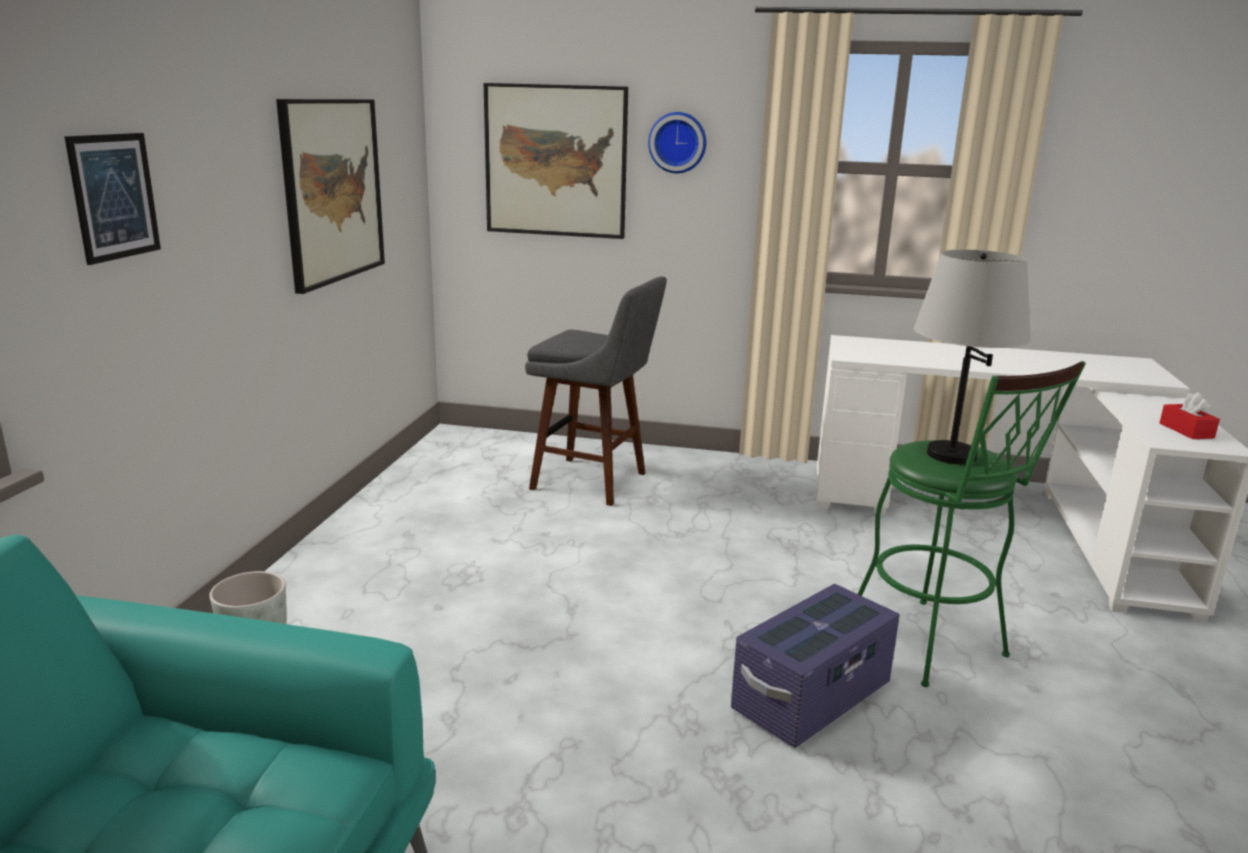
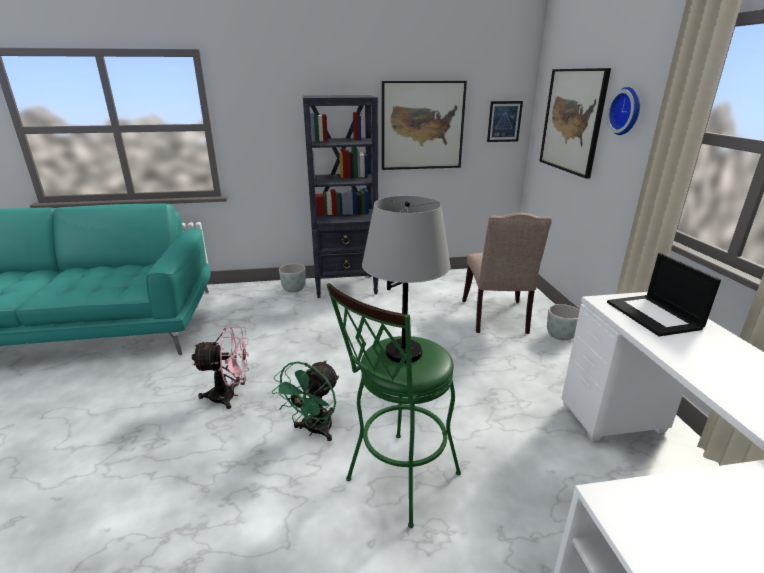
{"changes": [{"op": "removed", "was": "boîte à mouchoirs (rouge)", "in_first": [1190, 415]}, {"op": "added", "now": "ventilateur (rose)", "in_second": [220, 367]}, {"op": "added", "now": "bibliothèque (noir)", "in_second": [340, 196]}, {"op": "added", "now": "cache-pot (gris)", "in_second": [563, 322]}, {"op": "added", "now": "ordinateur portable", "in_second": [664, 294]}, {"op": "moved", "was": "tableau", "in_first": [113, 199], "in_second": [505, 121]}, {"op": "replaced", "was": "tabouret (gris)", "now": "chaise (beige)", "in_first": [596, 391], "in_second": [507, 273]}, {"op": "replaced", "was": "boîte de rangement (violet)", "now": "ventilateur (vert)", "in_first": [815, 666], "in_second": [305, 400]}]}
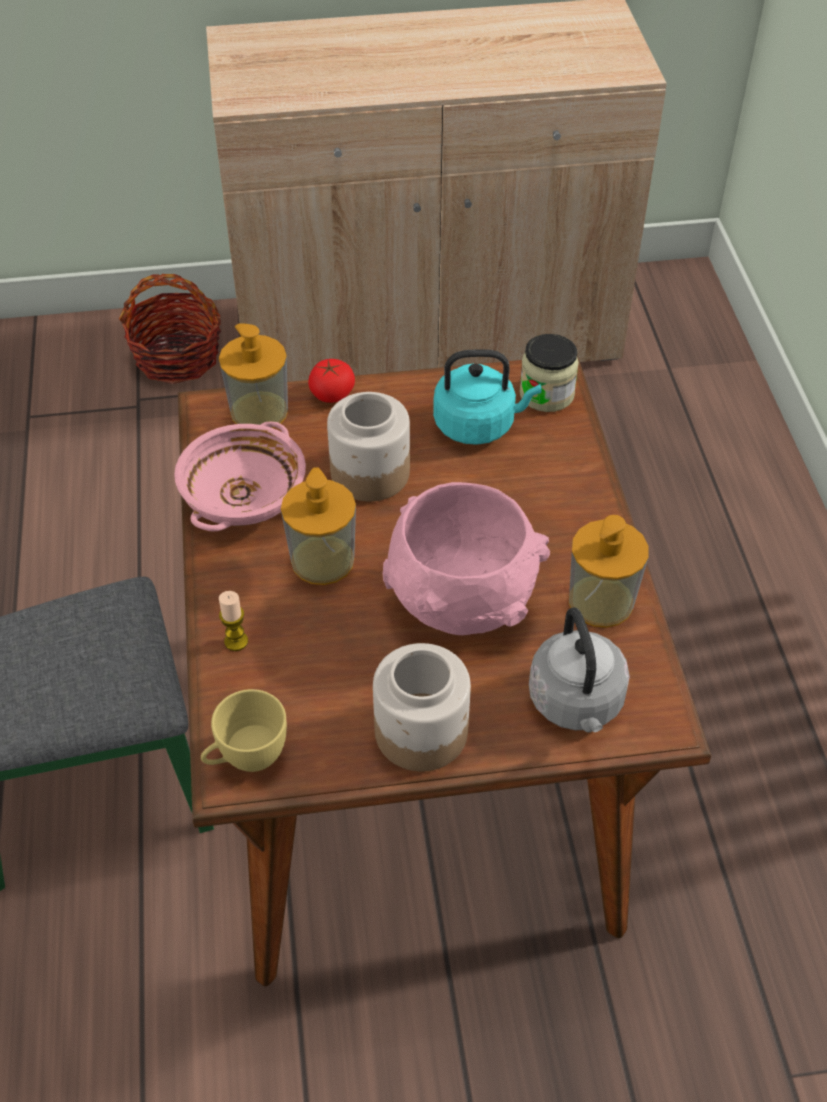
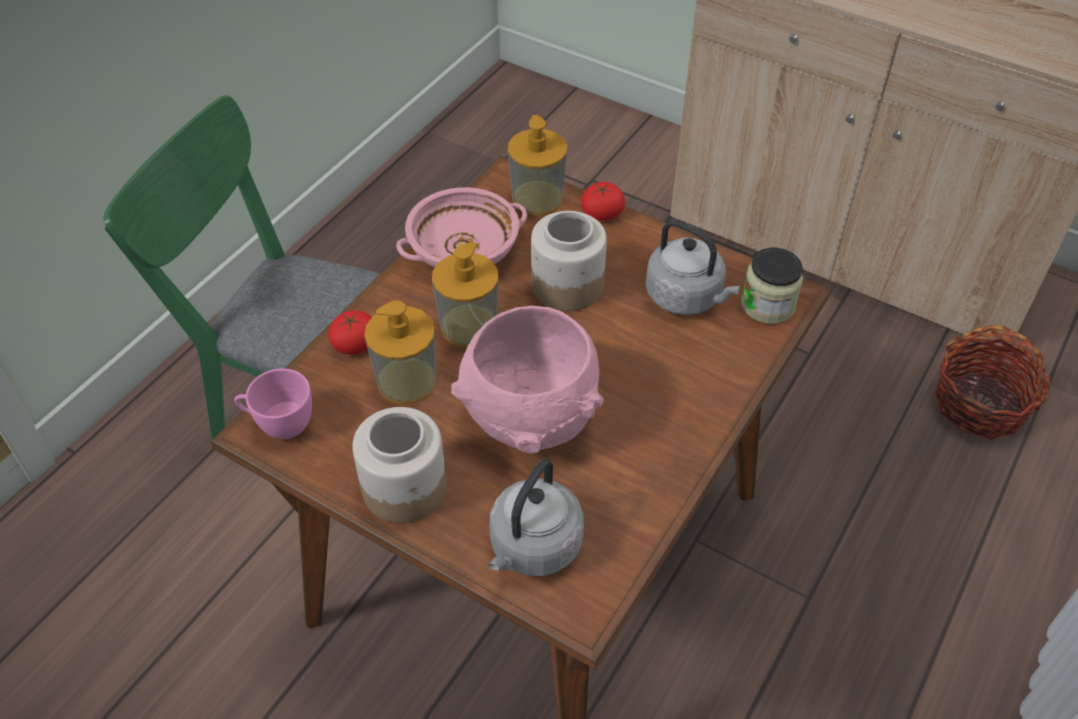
{"changes": [{"op": "moved", "was": "panier", "in_first": [170, 329], "in_second": [992, 382]}, {"op": "moved", "was": "distributeur de savon", "in_first": [609, 571], "in_second": [400, 352]}, {"op": "replaced", "was": "bougie", "now": "tomate", "in_first": [233, 621], "in_second": [350, 332]}, {"op": "recoloured", "was": "tasse (jaune)", "now": "tasse (rose)", "in_first": [244, 730], "in_second": [273, 403]}, {"op": "recoloured", "was": "bouilloire (turquoise)", "now": "bouilloire (gris)", "in_first": [487, 397], "in_second": [693, 267]}]}
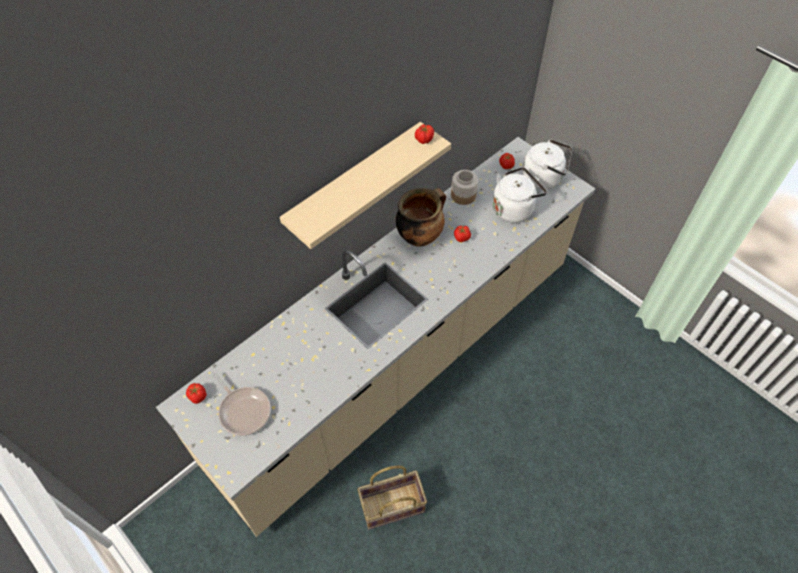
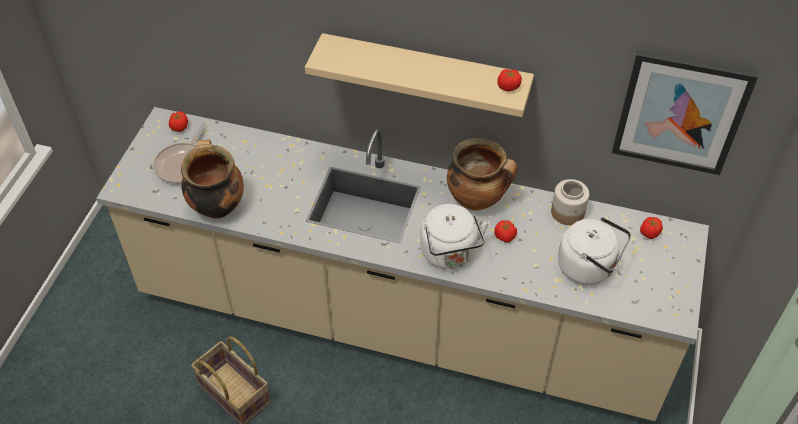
{"changes": [{"op": "added", "now": "marmite", "in_second": [212, 179]}, {"op": "added", "now": "tableau", "in_second": [685, 113]}, {"op": "moved", "was": "bouilloire (blanc)", "in_first": [547, 164], "in_second": [454, 236]}]}
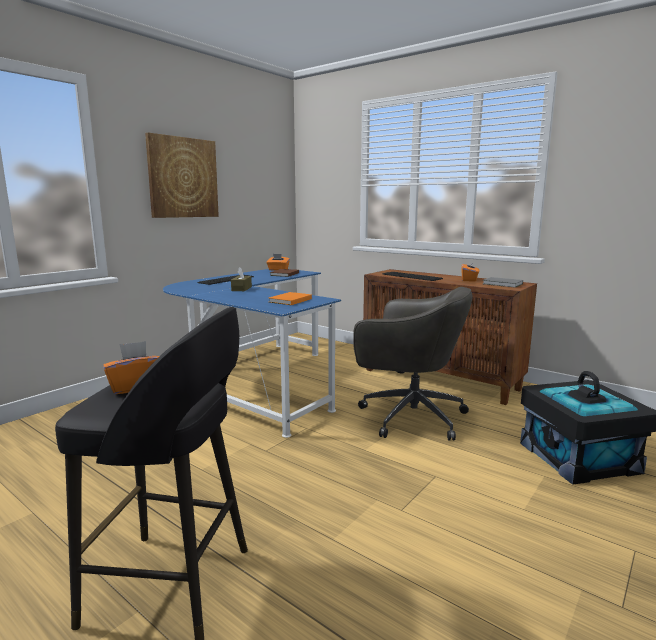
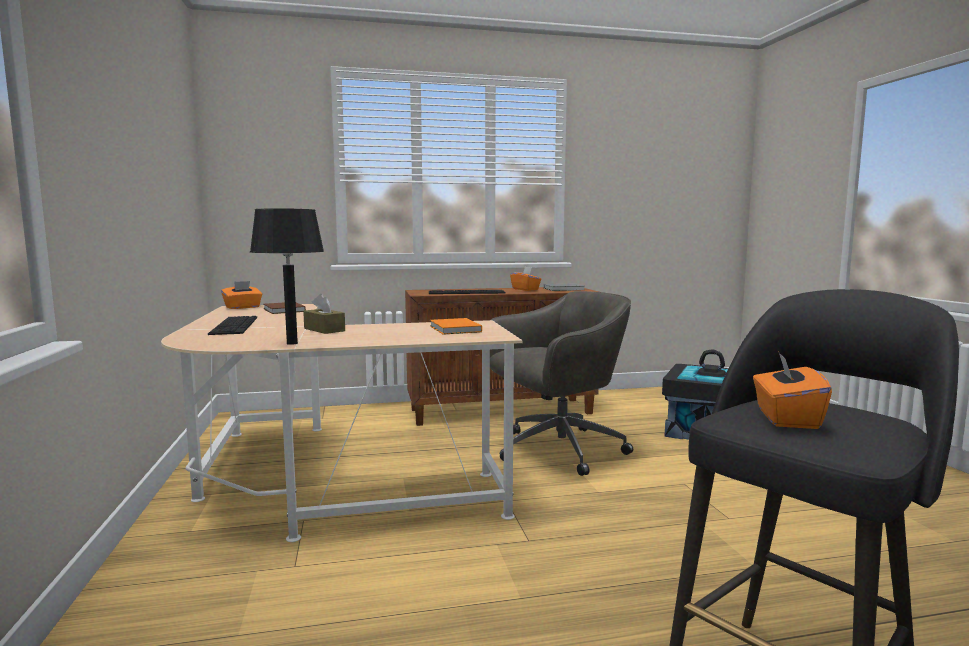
{"changes": [{"op": "removed", "was": "tableau", "in_first": [182, 175]}, {"op": "added", "now": "lampe de table (noir)", "in_second": [287, 276]}, {"op": "recoloured", "was": "bureau (bleu)", "now": "bureau (beige)", "in_first": [252, 353], "in_second": [342, 423]}]}
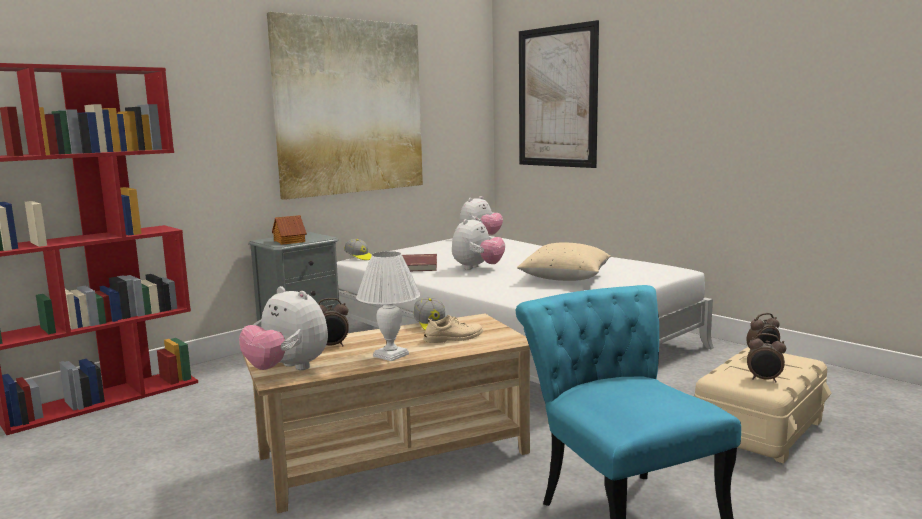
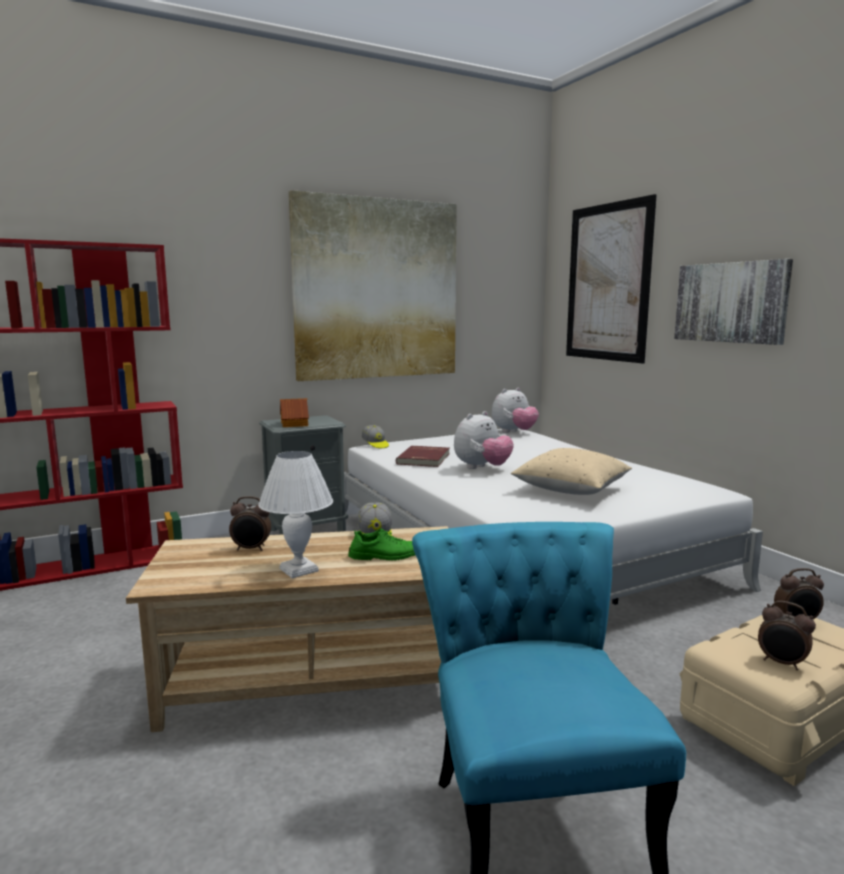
{"changes": [{"op": "removed", "was": "peluche", "in_first": [283, 328]}, {"op": "added", "now": "tableau", "in_second": [733, 302]}, {"op": "recoloured", "was": "chaussure (beige)", "now": "chaussure (vert)", "in_first": [453, 329], "in_second": [381, 544]}]}
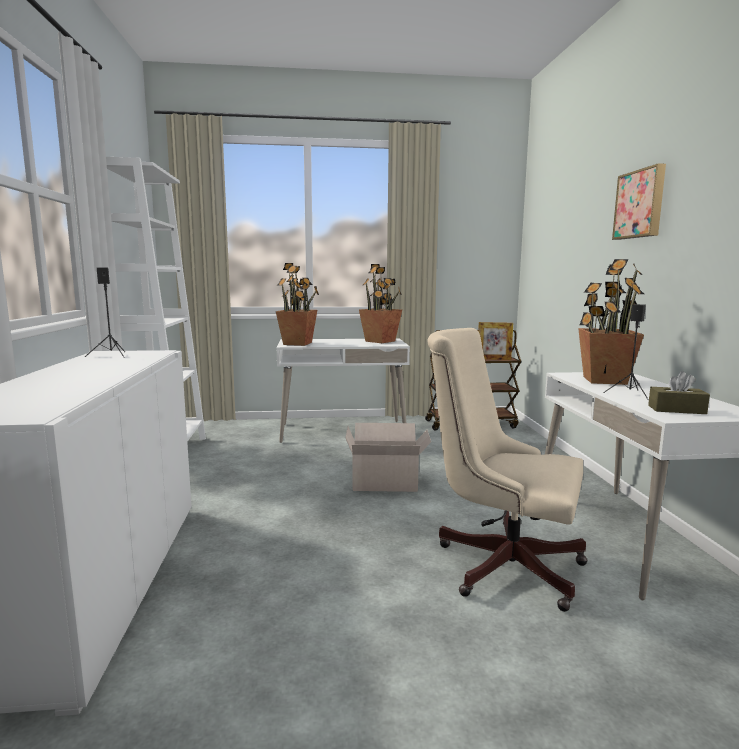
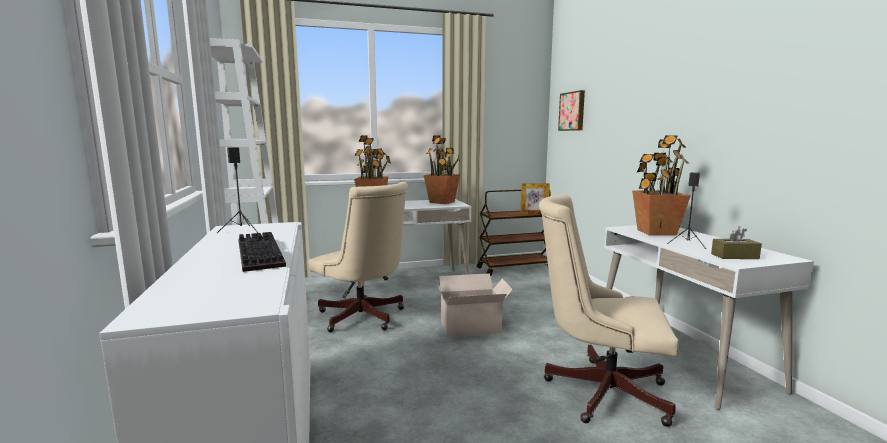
{"changes": [{"op": "added", "now": "clavier", "in_second": [262, 252]}, {"op": "added", "now": "chaise de bureau (beige)", "in_second": [358, 257]}, {"op": "moved", "was": "tableau", "in_first": [639, 201], "in_second": [571, 110]}]}
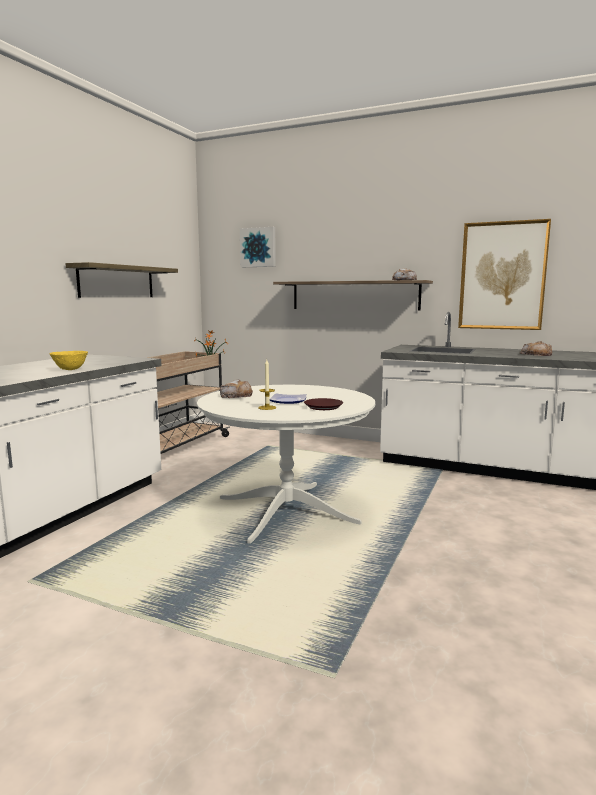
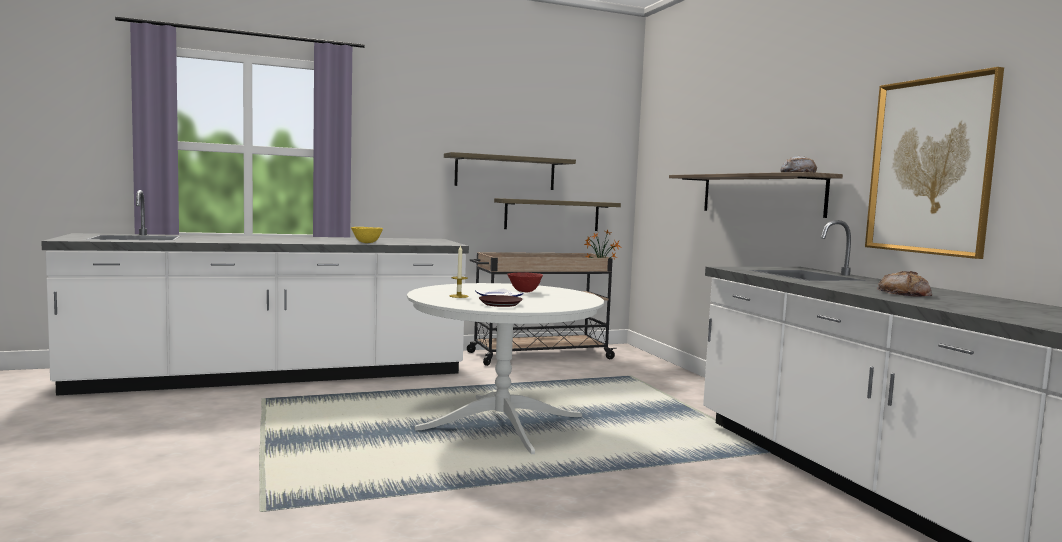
{"changes": [{"op": "removed", "was": "pain", "in_first": [236, 388]}, {"op": "removed", "was": "tableau", "in_first": [258, 247]}, {"op": "added", "now": "étagère", "in_second": [557, 214]}, {"op": "added", "now": "bol (rouge)", "in_second": [525, 282]}]}
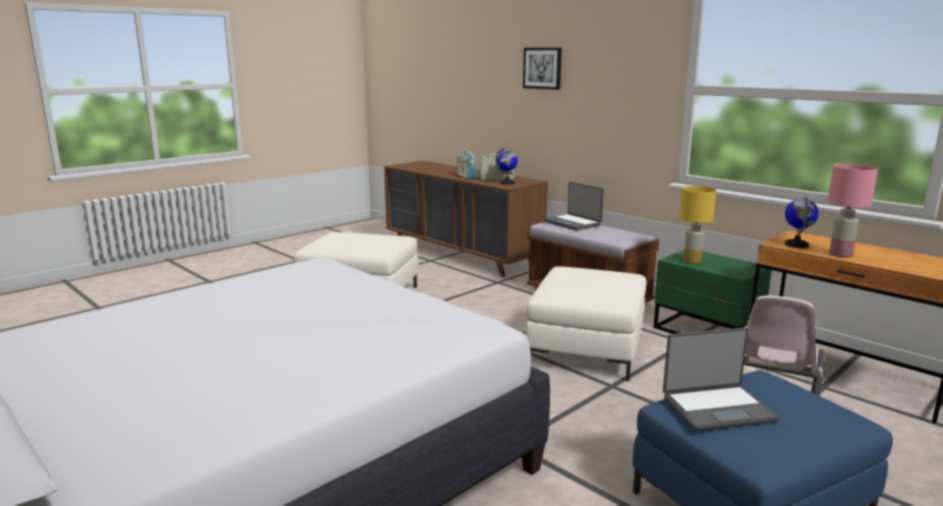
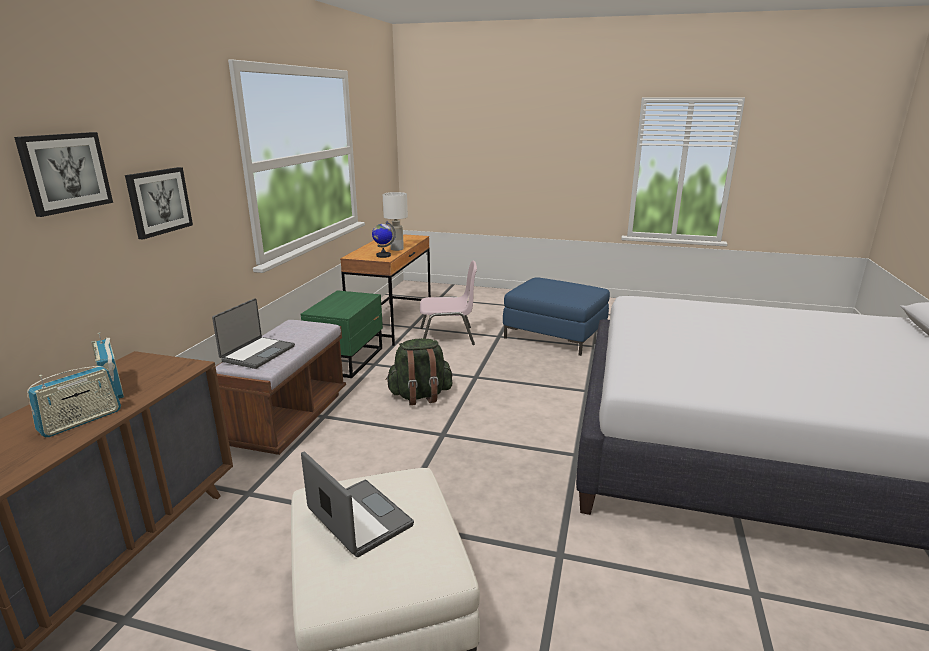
{"changes": [{"op": "removed", "was": "globe", "in_first": [507, 165]}, {"op": "removed", "was": "lampe de table (jaune)", "in_first": [698, 225]}, {"op": "added", "now": "tableau", "in_second": [159, 203]}, {"op": "moved", "was": "ordinateur portable", "in_first": [721, 379], "in_second": [357, 504]}, {"op": "replaced", "was": "pouf (blanc)", "now": "sac à dos (vert)", "in_first": [586, 323], "in_second": [419, 371]}, {"op": "recoloured", "was": "lampe de table (rose)", "now": "lampe de table (blanc)", "in_first": [853, 210], "in_second": [395, 221]}]}
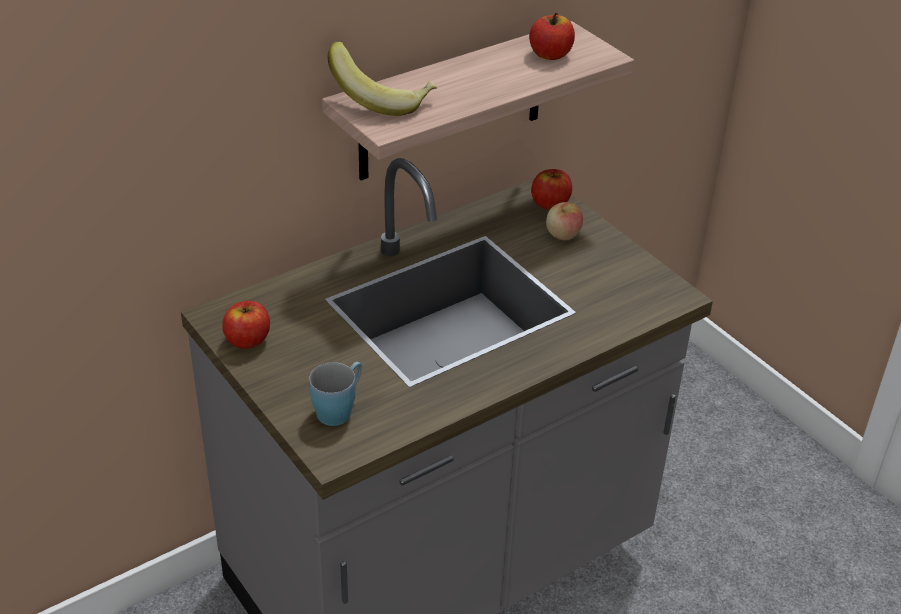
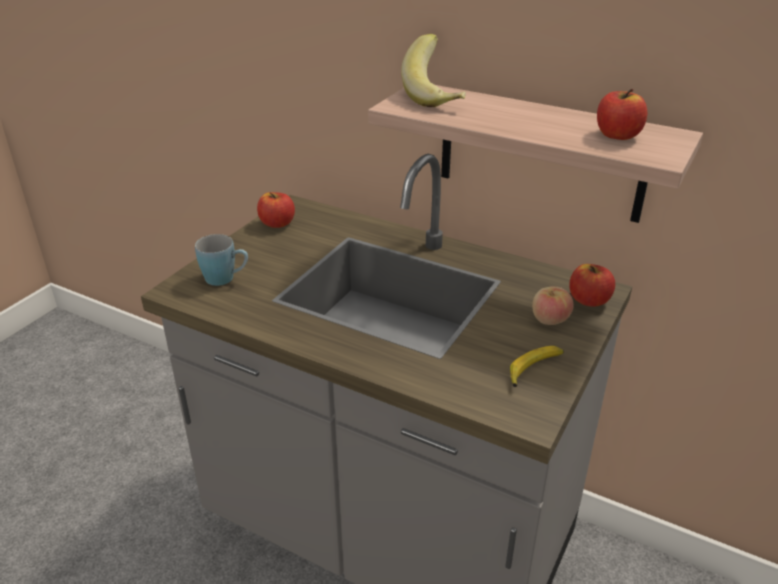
{"changes": [{"op": "added", "now": "banane", "in_second": [537, 366]}]}
